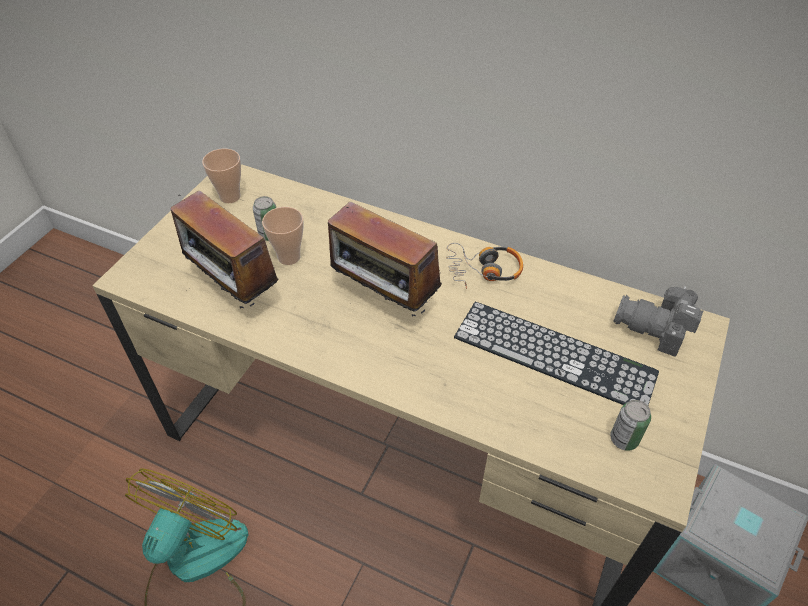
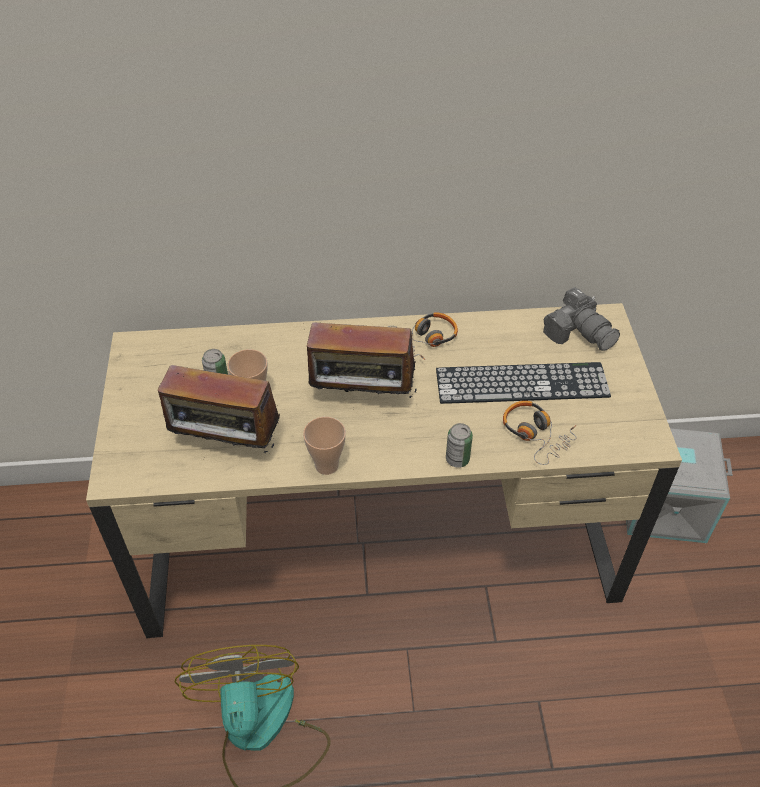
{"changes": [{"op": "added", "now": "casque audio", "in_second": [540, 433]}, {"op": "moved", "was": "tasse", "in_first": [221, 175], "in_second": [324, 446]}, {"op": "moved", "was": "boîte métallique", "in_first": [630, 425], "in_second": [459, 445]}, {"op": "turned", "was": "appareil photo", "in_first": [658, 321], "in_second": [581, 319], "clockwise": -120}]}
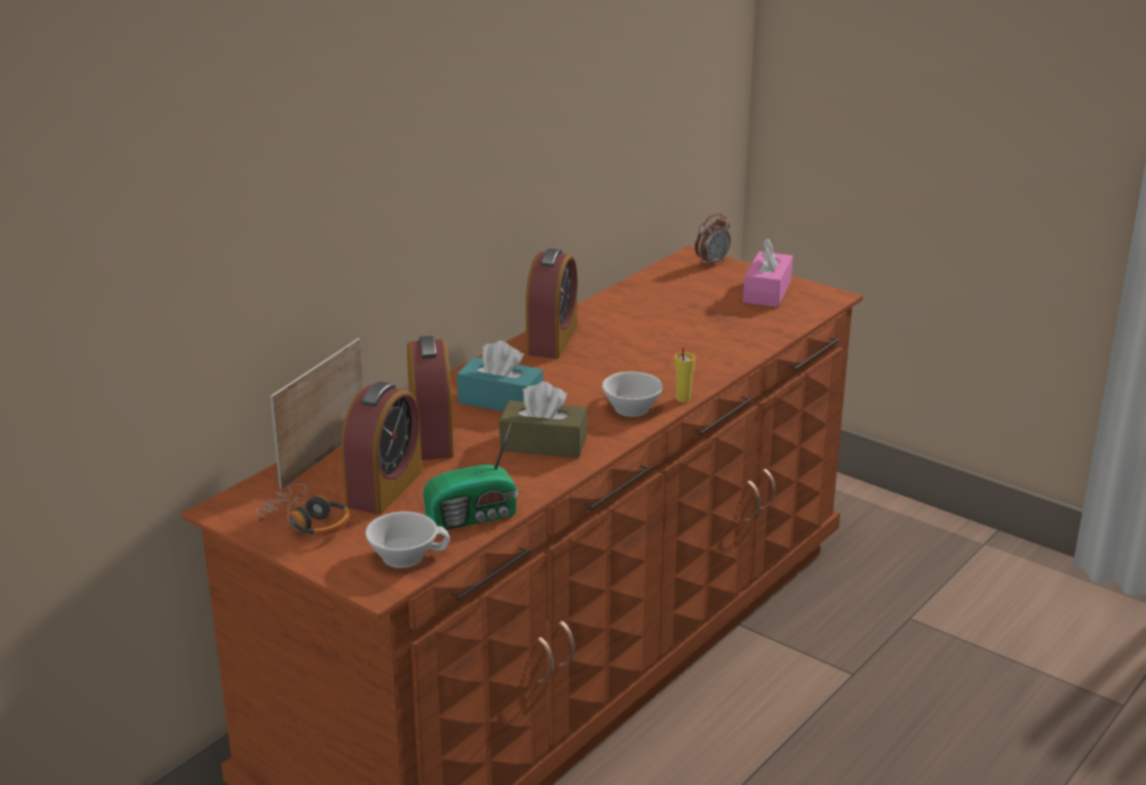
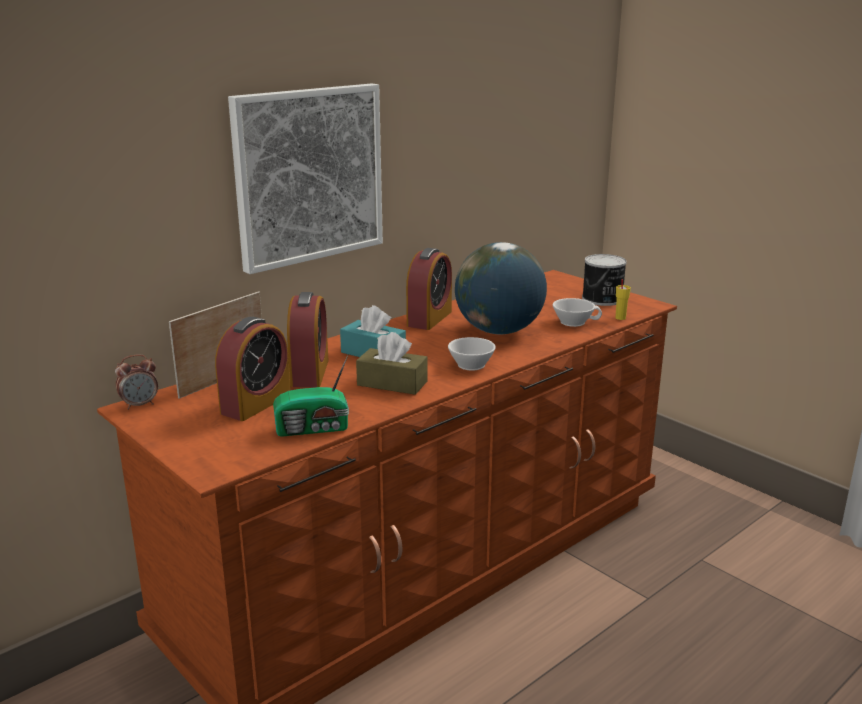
{"changes": [{"op": "removed", "was": "casque audio", "in_first": [303, 510]}, {"op": "added", "now": "tableau", "in_second": [305, 178]}, {"op": "added", "now": "globe", "in_second": [501, 288]}, {"op": "moved", "was": "tasse (blanc)", "in_first": [407, 540], "in_second": [577, 312]}, {"op": "moved", "was": "tasse (jaune)", "in_first": [685, 375], "in_second": [623, 299]}, {"op": "moved", "was": "réveil", "in_first": [713, 240], "in_second": [136, 382]}, {"op": "replaced", "was": "boîte à mouchoirs (rose)", "now": "boîte métallique", "in_first": [768, 272], "in_second": [604, 280]}]}
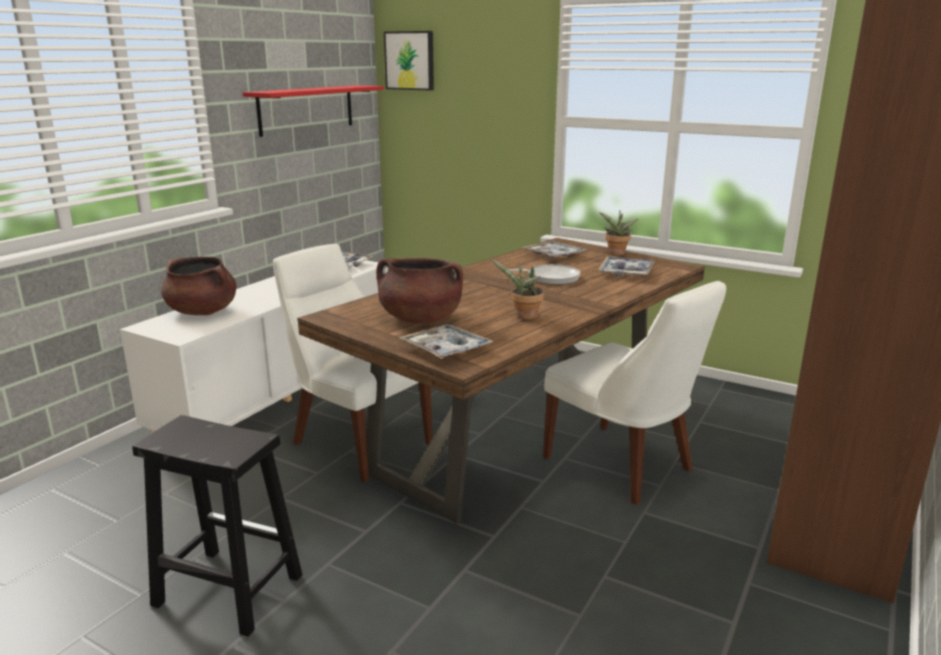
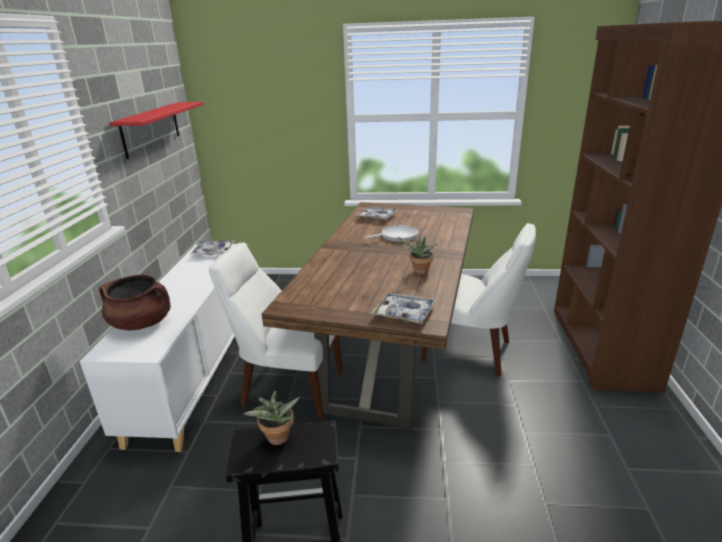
{"changes": [{"op": "removed", "was": "marmite (marron)", "in_first": [419, 291]}, {"op": "removed", "was": "tableau", "in_first": [409, 60]}, {"op": "removed", "was": "plateau", "in_first": [626, 266]}, {"op": "moved", "was": "plante en pot", "in_first": [618, 233], "in_second": [271, 418]}]}
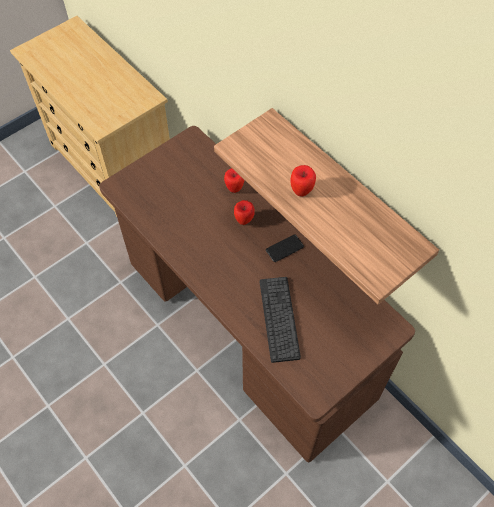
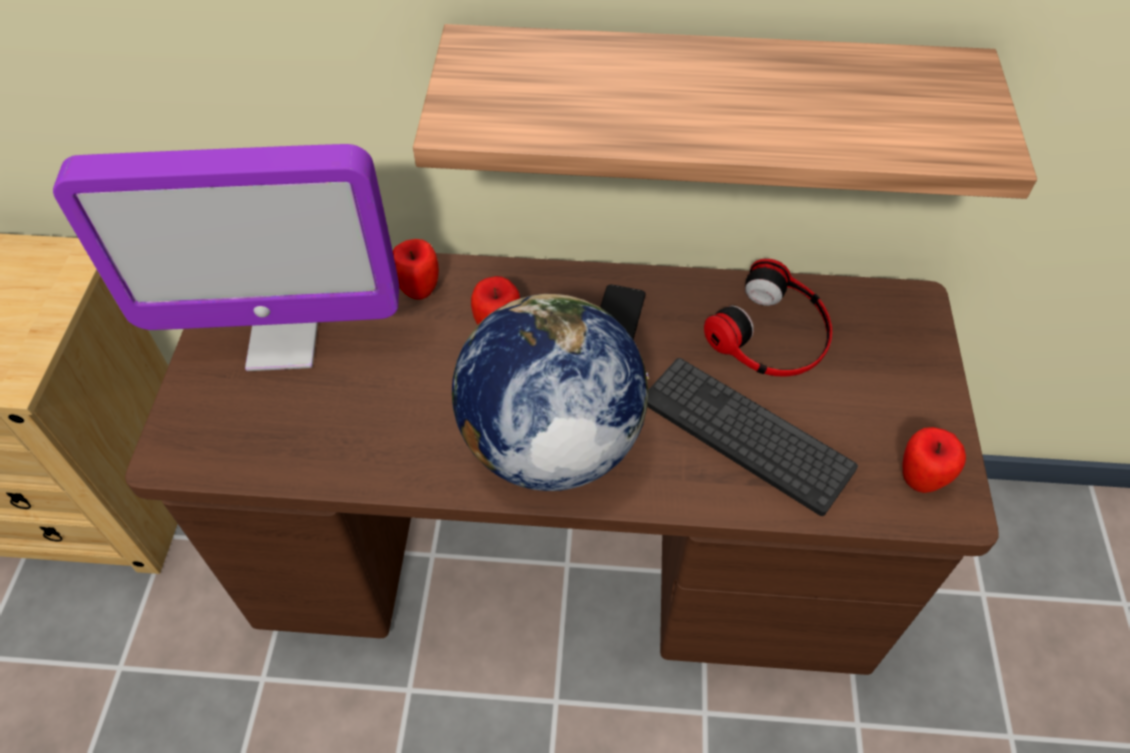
{"changes": [{"op": "added", "now": "écran d'ordinateur", "in_second": [226, 257]}, {"op": "added", "now": "globe", "in_second": [550, 392]}, {"op": "added", "now": "casque audio", "in_second": [768, 318]}, {"op": "moved", "was": "pomme", "in_first": [303, 180], "in_second": [934, 460]}]}
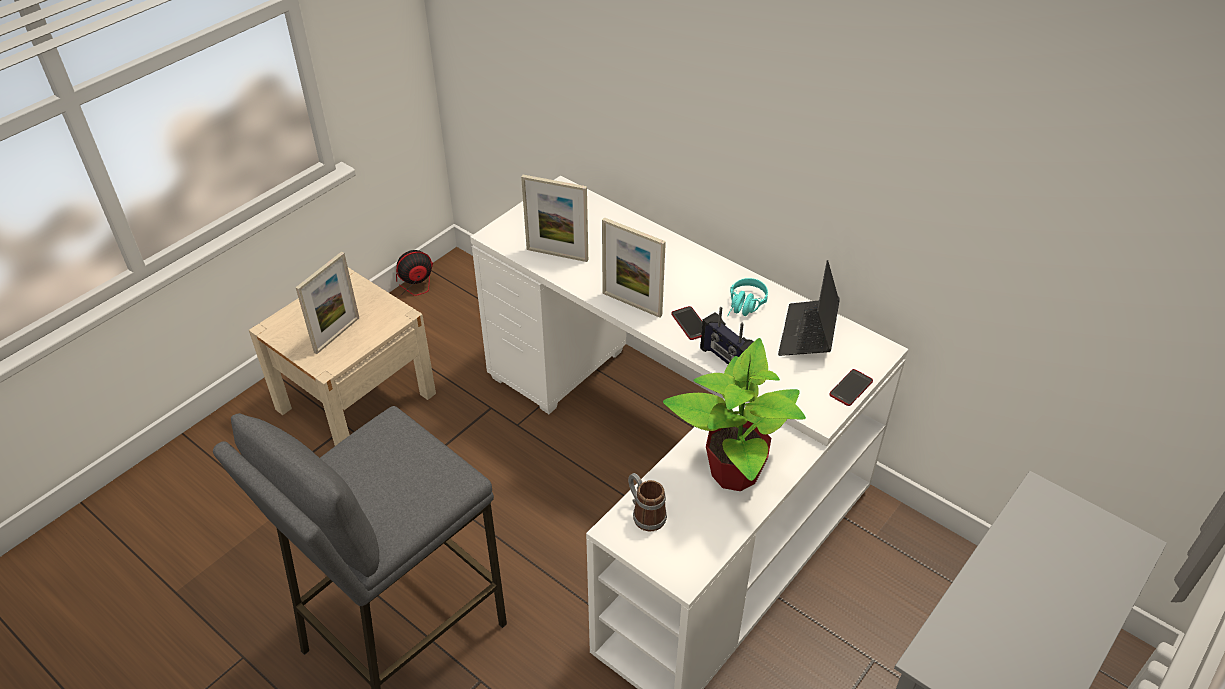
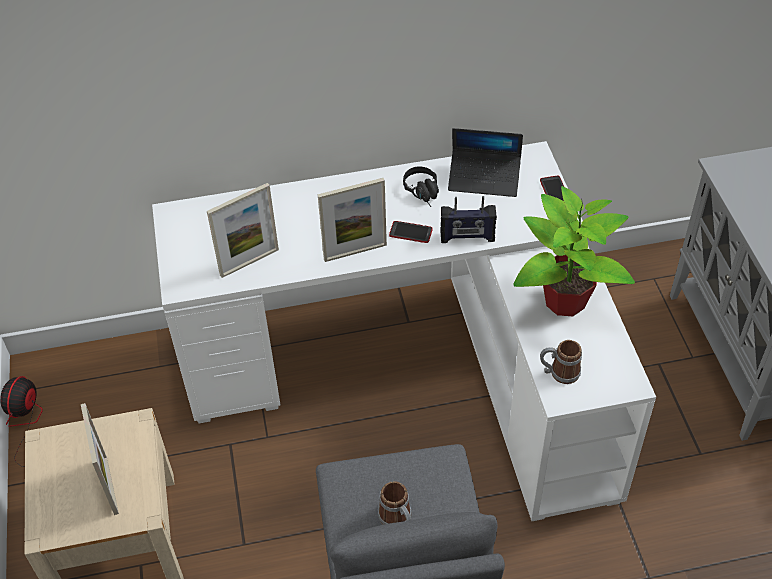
{"changes": [{"op": "added", "now": "mug", "in_second": [394, 503]}, {"op": "recoloured", "was": "casque audio (turquoise)", "now": "casque audio (noir)", "in_first": [747, 297], "in_second": [421, 187]}, {"op": "turned", "was": "ordinateur portable", "in_first": [809, 308], "in_second": [485, 162], "clockwise": -45}]}
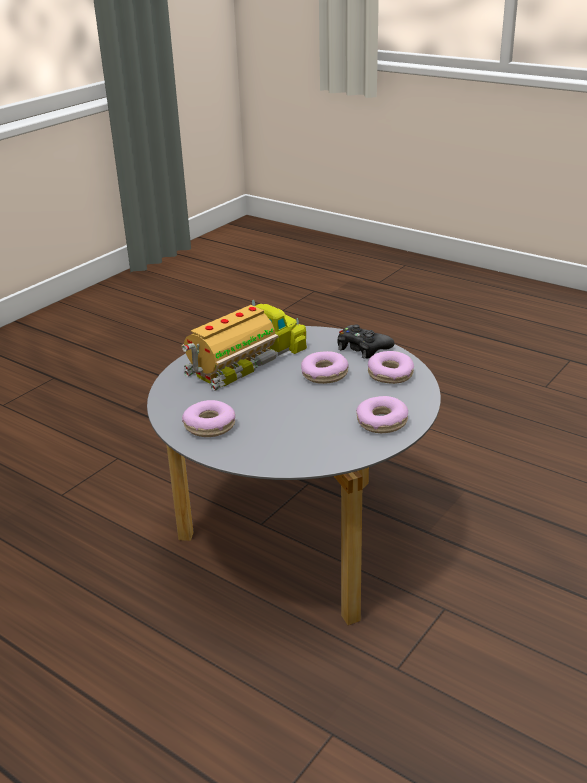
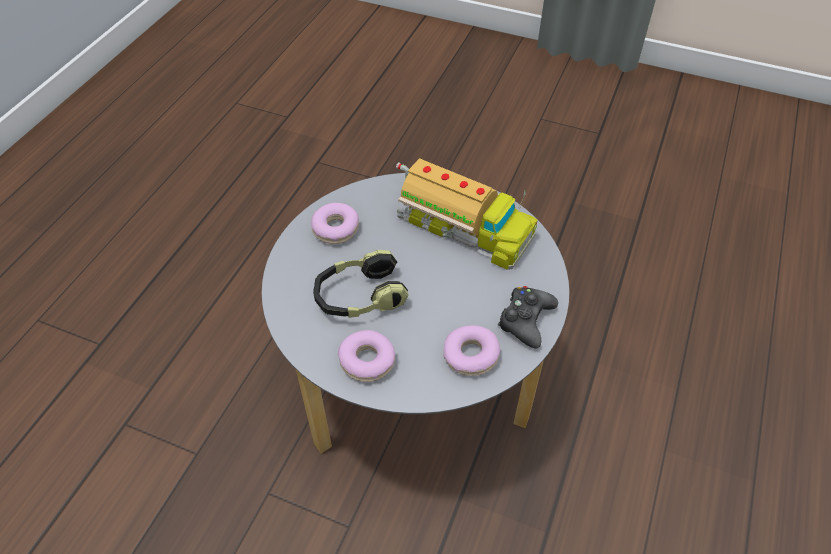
{"changes": [{"op": "removed", "was": "beignet", "in_first": [325, 367]}, {"op": "added", "now": "casque audio", "in_second": [361, 284]}]}
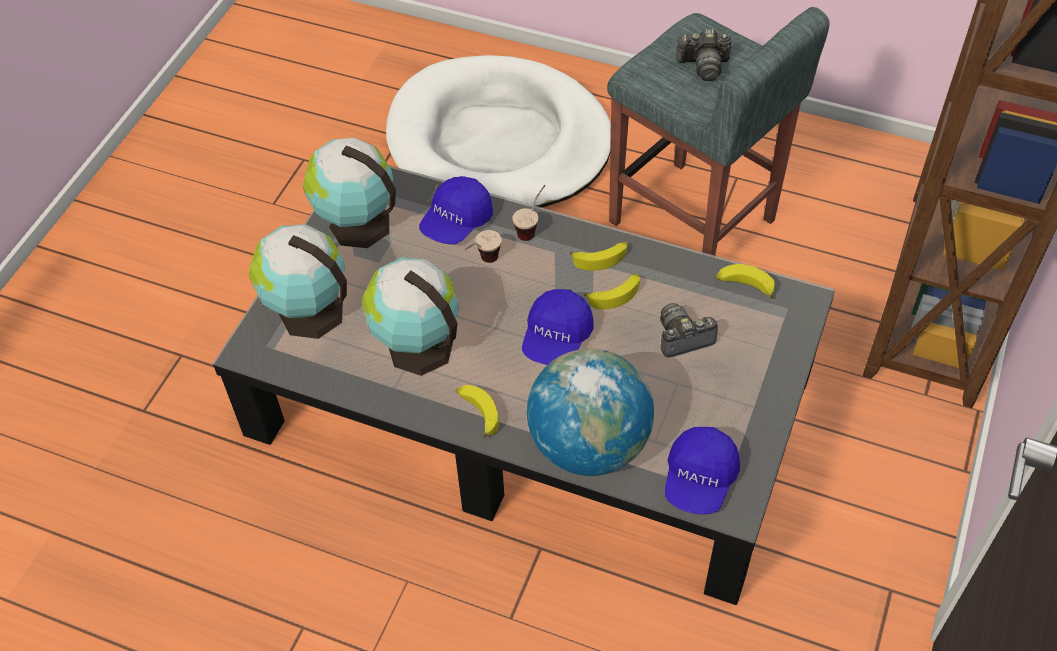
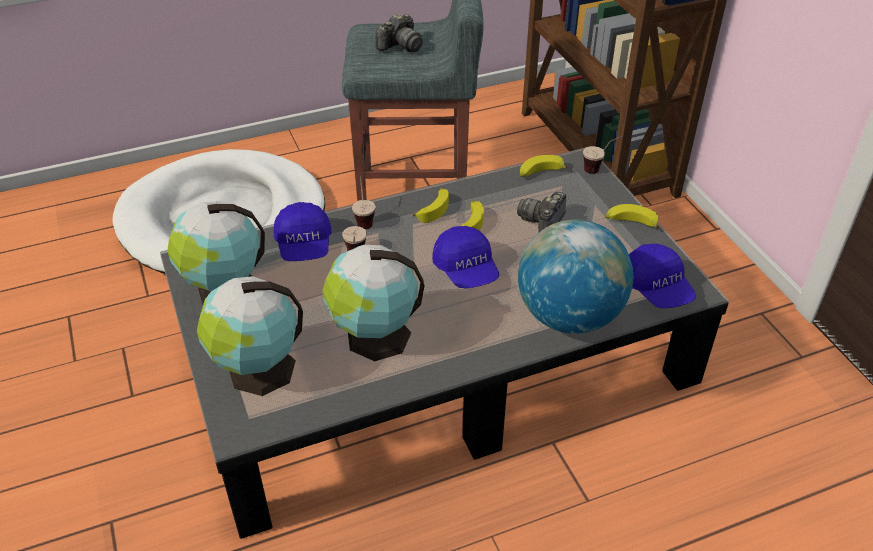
{"changes": [{"op": "added", "now": "tasse", "in_second": [603, 155]}, {"op": "moved", "was": "banane", "in_first": [477, 411], "in_second": [632, 216]}]}
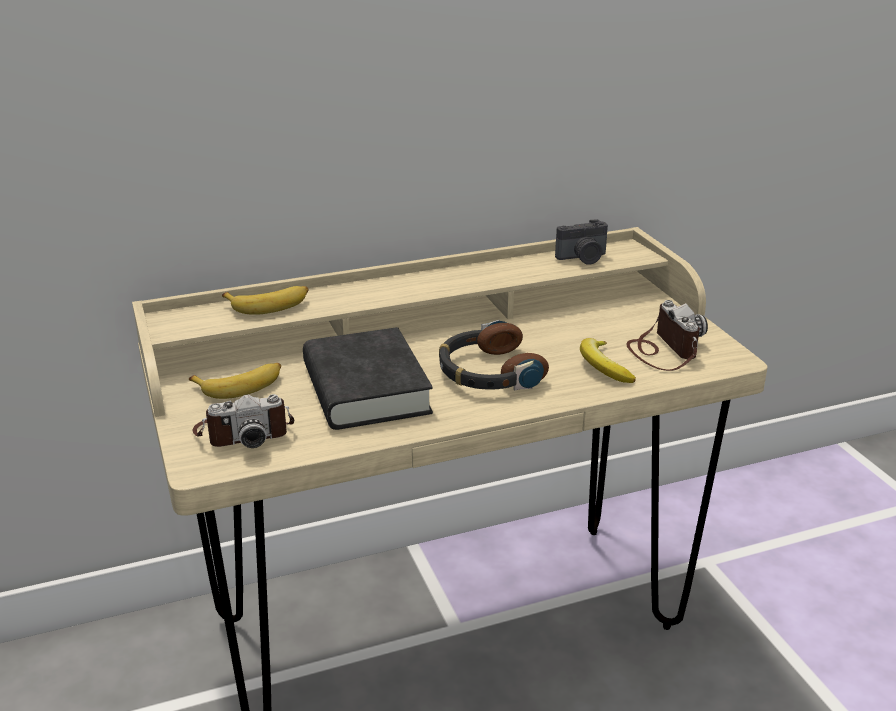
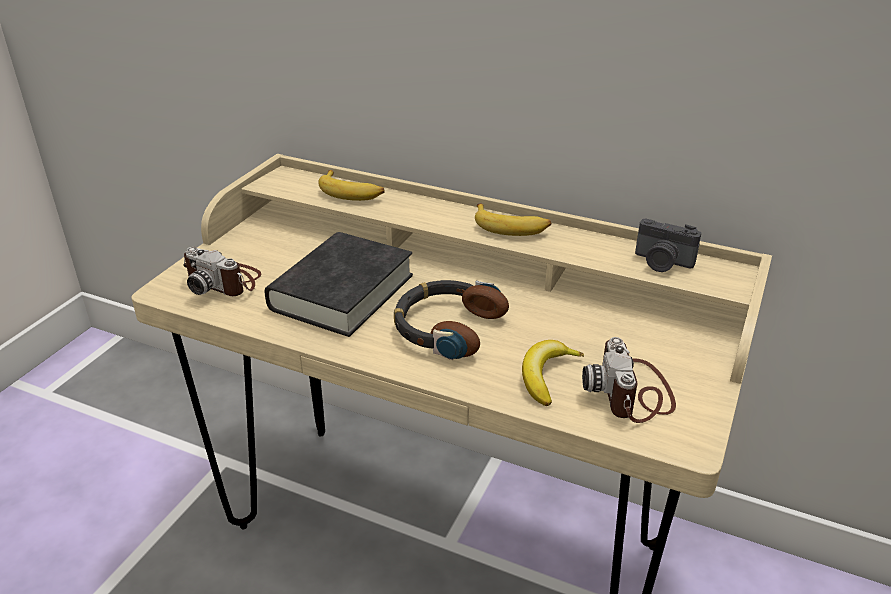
{"changes": [{"op": "moved", "was": "banane", "in_first": [235, 381], "in_second": [513, 219]}, {"op": "turned", "was": "appareil photo", "in_first": [667, 335], "in_second": [629, 380], "clockwise": 150}]}
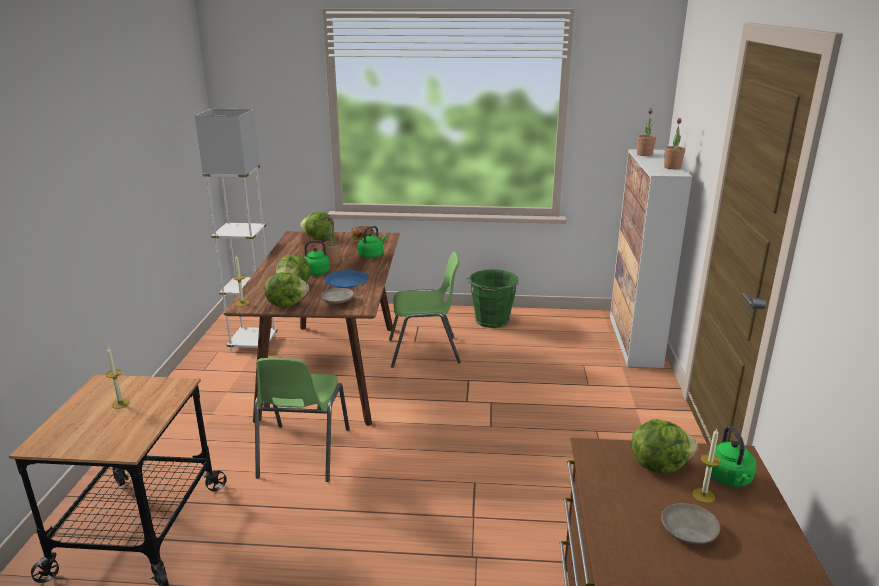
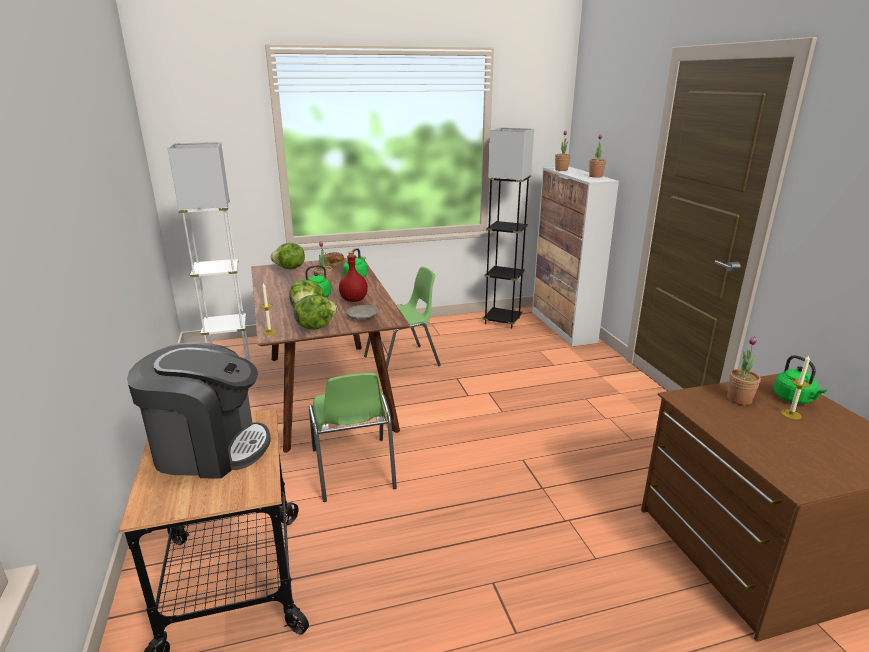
{"changes": [{"op": "removed", "was": "seau (vert)", "in_first": [492, 298]}, {"op": "removed", "was": "assiette (beige)", "in_first": [690, 523]}, {"op": "added", "now": "lampadaire (noir)", "in_second": [508, 227]}, {"op": "replaced", "was": "bougie", "now": "machine à café", "in_first": [118, 378], "in_second": [199, 410]}, {"op": "replaced", "was": "assiette (bleu)", "now": "bouteille (rouge)", "in_first": [346, 279], "in_second": [353, 277]}, {"op": "replaced", "was": "laitue", "now": "plante en pot", "in_first": [664, 446], "in_second": [744, 370]}]}
